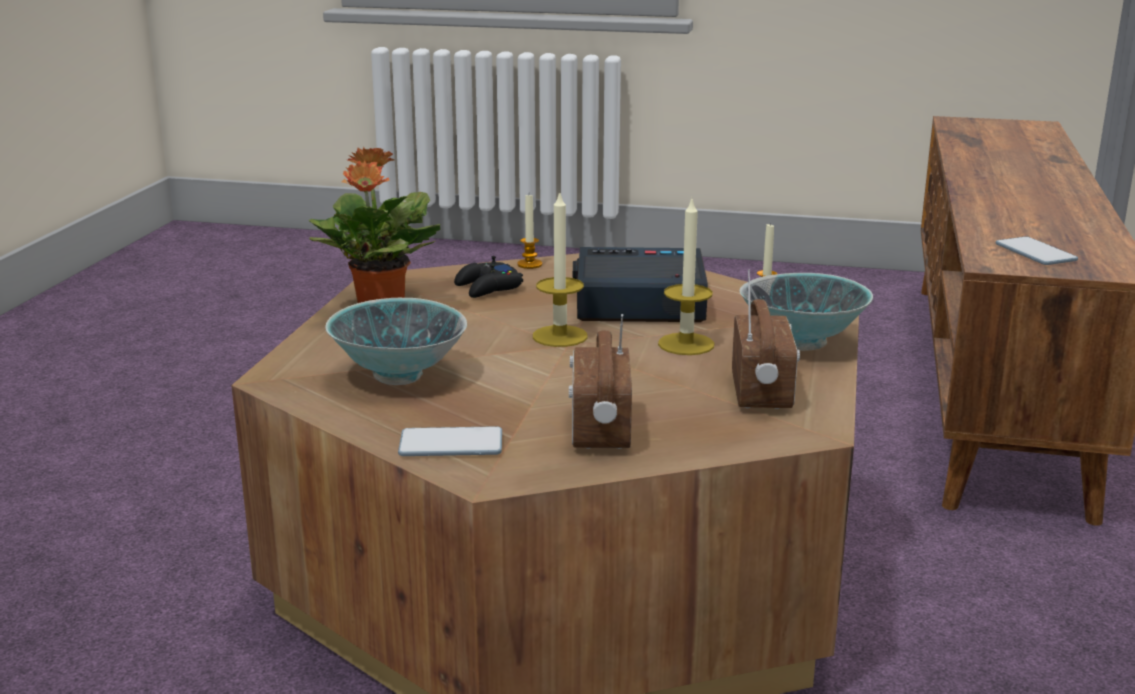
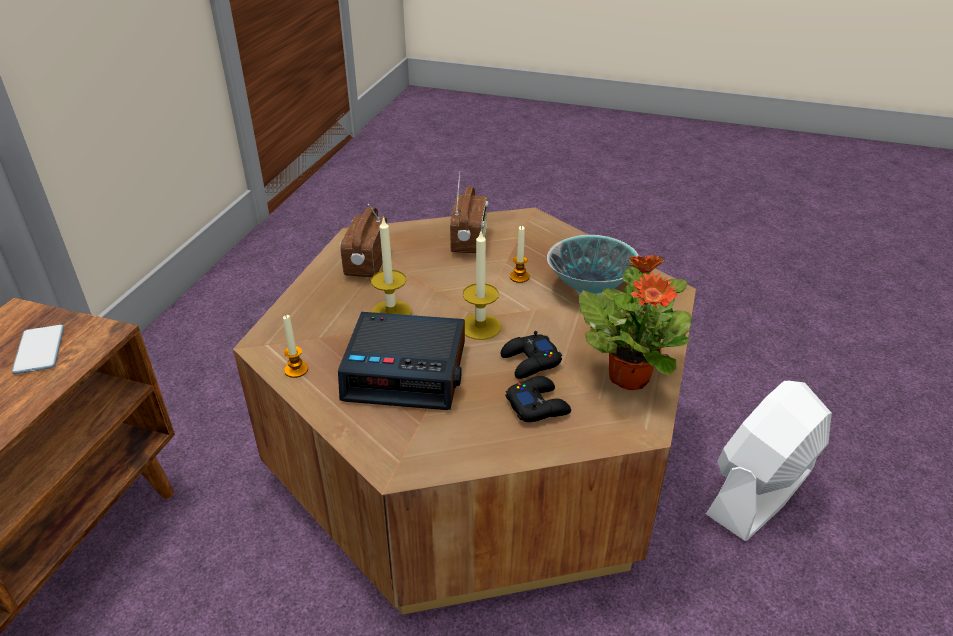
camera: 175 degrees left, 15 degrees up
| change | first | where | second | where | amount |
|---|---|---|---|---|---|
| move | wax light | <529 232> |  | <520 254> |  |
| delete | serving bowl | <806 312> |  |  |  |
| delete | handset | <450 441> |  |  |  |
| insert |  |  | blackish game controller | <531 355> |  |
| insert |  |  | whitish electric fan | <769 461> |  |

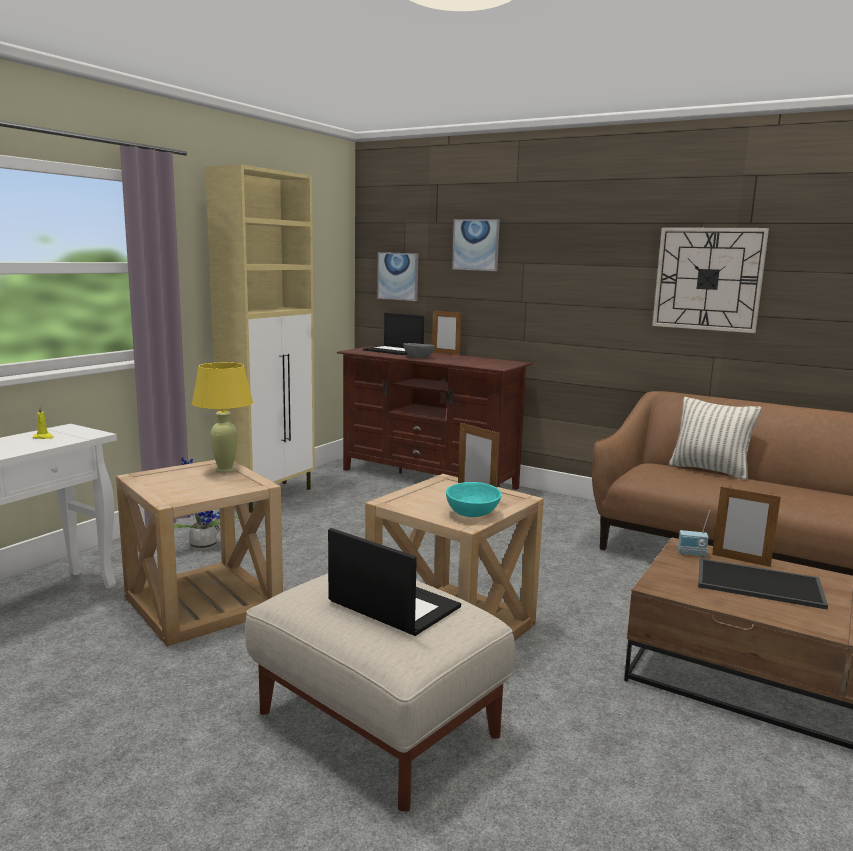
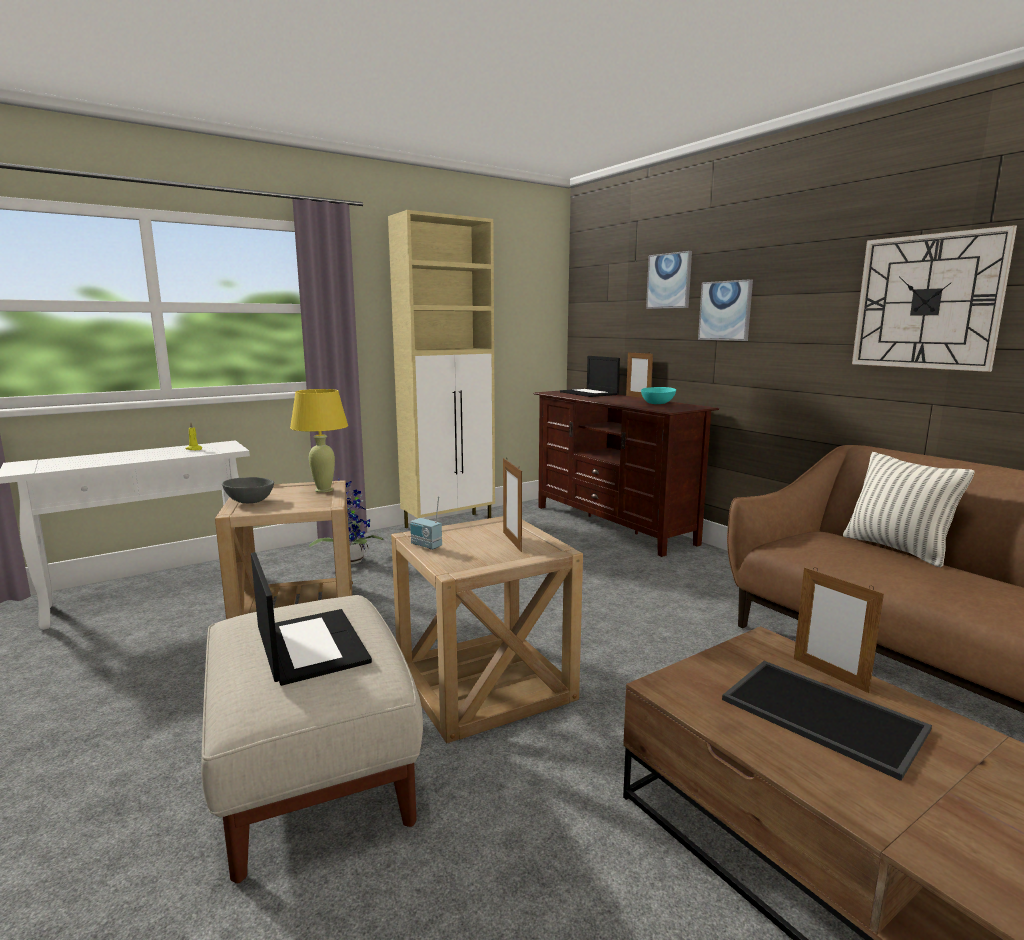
camera: 25 degrees right, 0 degrees up
| change | first | where | second | where | amount |
|---|---|---|---|---|---|
| move | wall picture | <397 276> |  | <725 310> |  |
| move | greyish serving bowl | <419 350> |  | <248 490> |  |
| move | turquoise-coloured serving bowl | <474 499> |  | <658 395> |  |
| move | radio receiver | <694 533> |  | <426 523> |  |

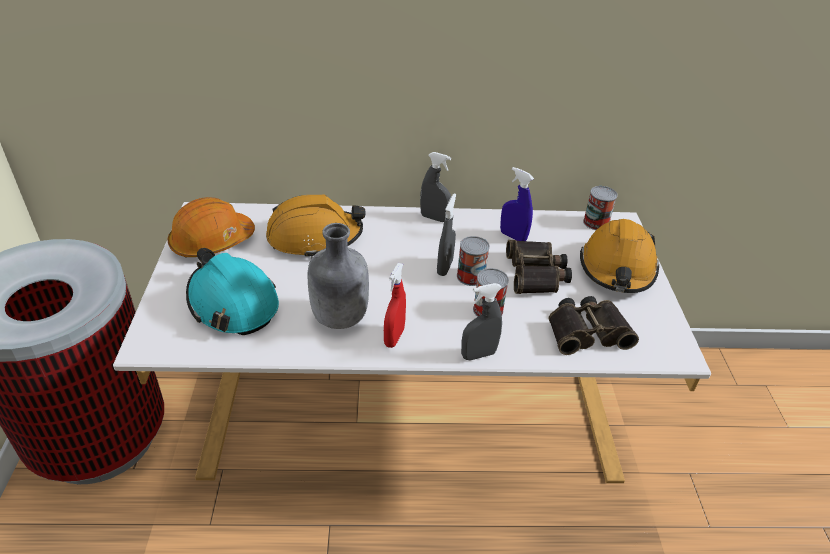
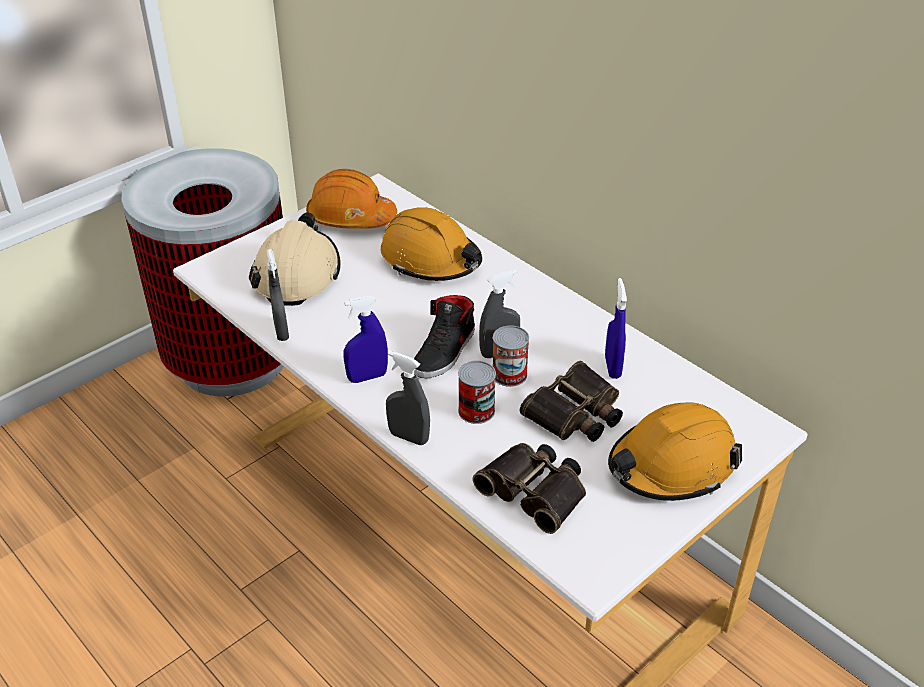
camera: 50 degrees right, 0 degrees up
| change | first | where | second | where | amount |
|---|---|---|---|---|---|
| move | greyish spray bottle | <435 187> |  | <278 295> |  |
| delete | sealed can | <600 208> |  |  |  |
| delete | greyish drink bottle | <338 276> |  |  |  |
| recolor | turquoise-coloured hard hat | <232 291> | beige hard hat | <295 259> |  |
| recolor | reddish spray bottle | <395 305> | bluish spray bottle | <365 339> |  |
| insert |  |  | blackish item of footwear | <444 336> |  |

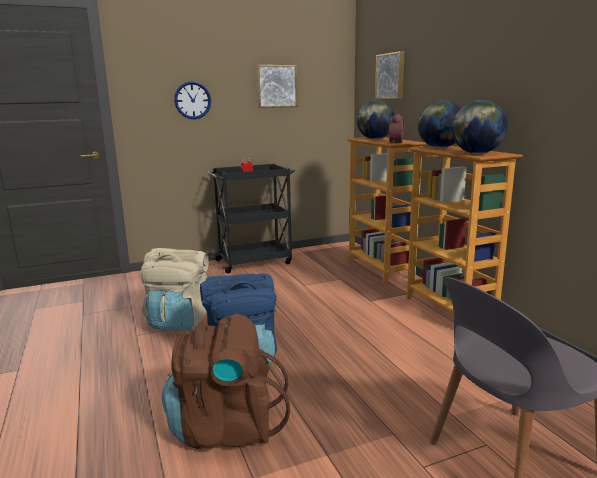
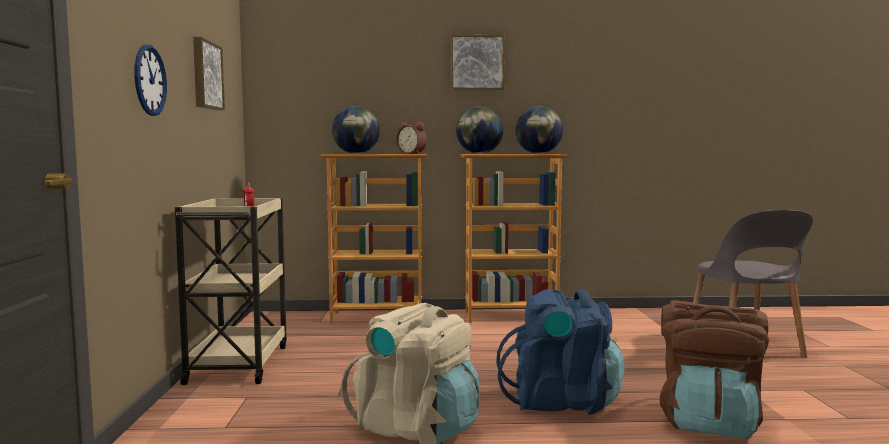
camera: 70 degrees left, 10 degrees down
| change | first | where | second | where | amount |
|---|---|---|---|---|---|
| move | wall picture | <390 75> |  | <478 62> |  |
| recolor | blackish trolley | <251 219> | beige trolley | <231 291> |  |

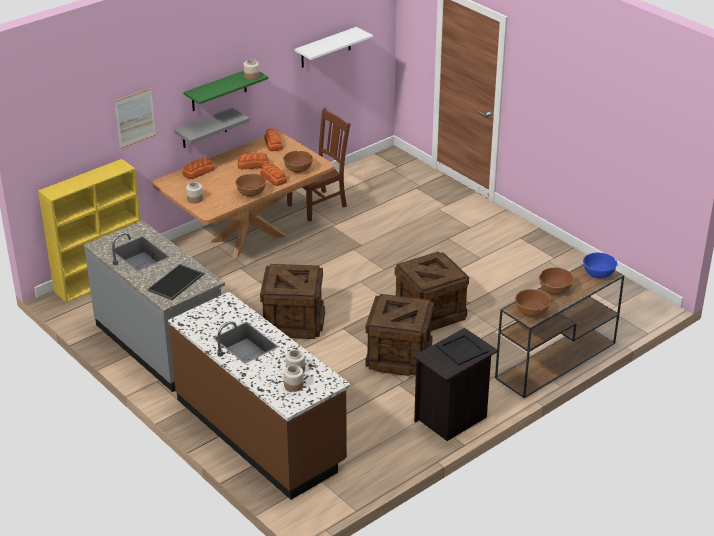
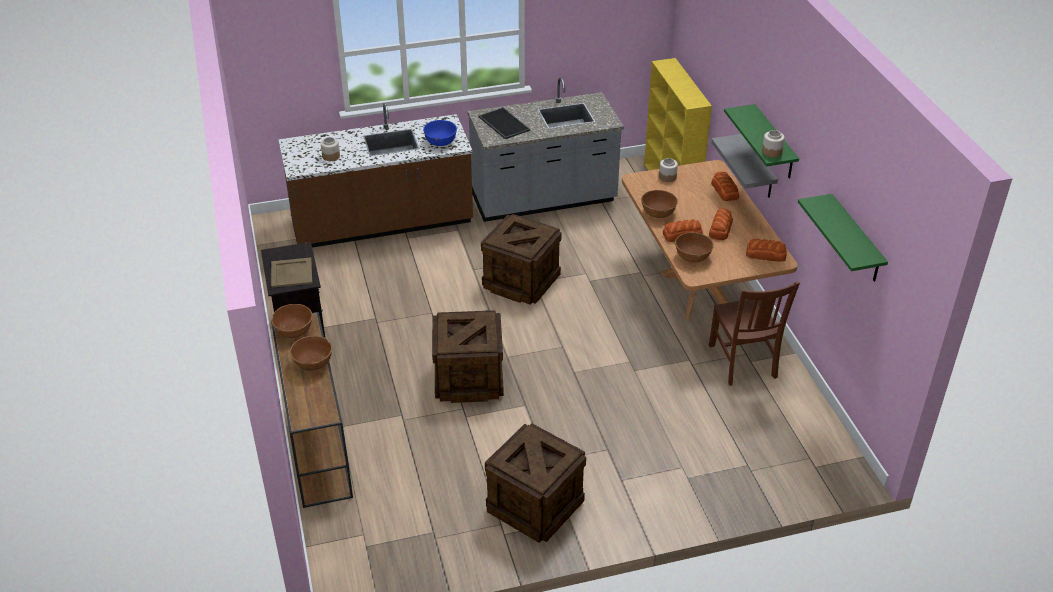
camera: 115 degrees right, 5 degrees up
| change | first | where | second | where | amount |
|---|---|---|---|---|---|
| recolor | whitish shelf | <333 47> | greenish shelf | <843 238> |  |
| delete | wall picture | <135 118> |  |  |  |
| move | bluish serving bowl | <600 265> |  | <440 133> |  |
| move | crate | <399 335> |  | <535 483> |  |
| recolor | blackish serving tray | <462 348> | beige serving tray | <291 272> |  |
| delete | jar | <294 378> |  |  |  |

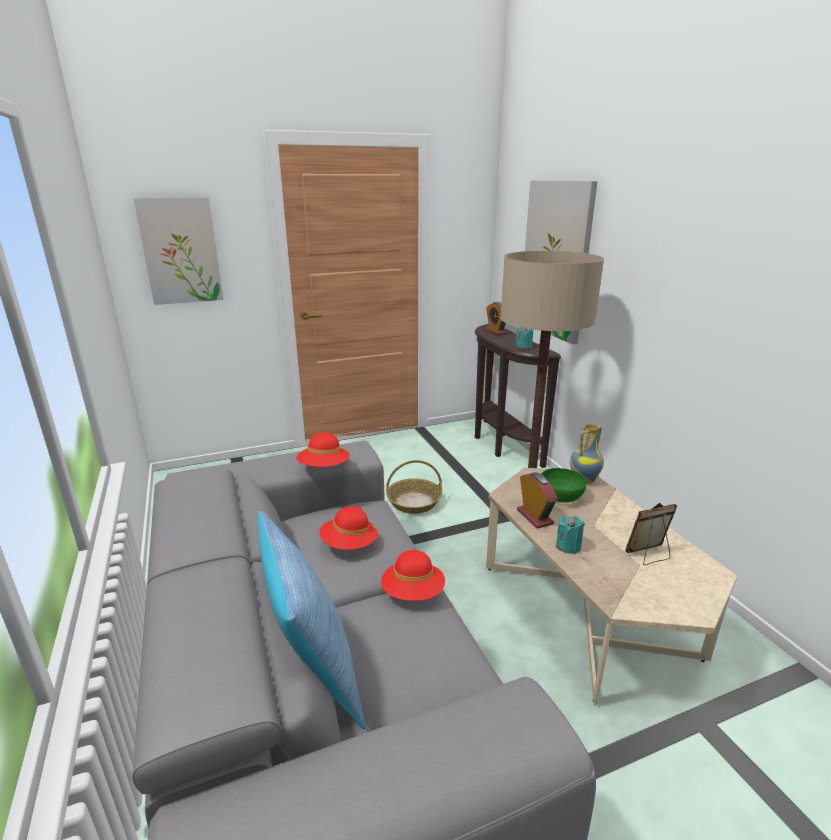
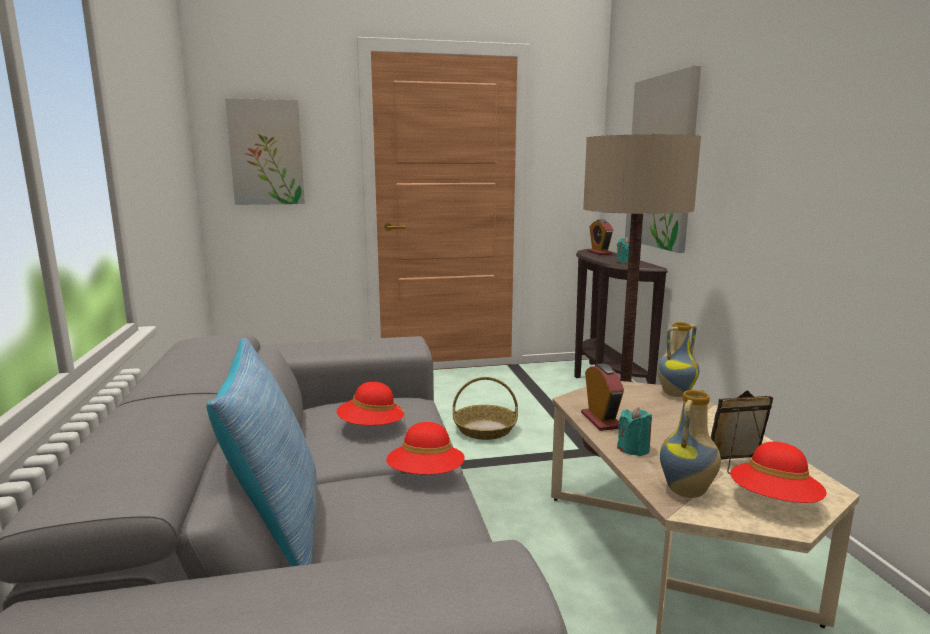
camera: 10 degrees right, 10 degrees down
| change | first | where | second | where | amount |
|---|---|---|---|---|---|
| move | reddish hat | <322 449> |  | <778 472> |  |
| delete | greenish serving bowl | <564 485> |  |  |  |
| insert |  |  | flower vase | <690 443> |  |

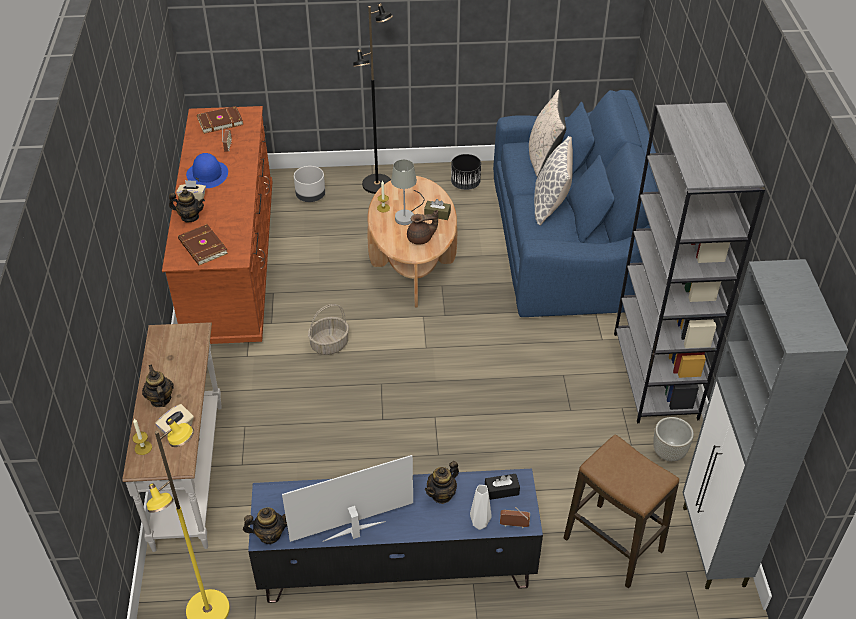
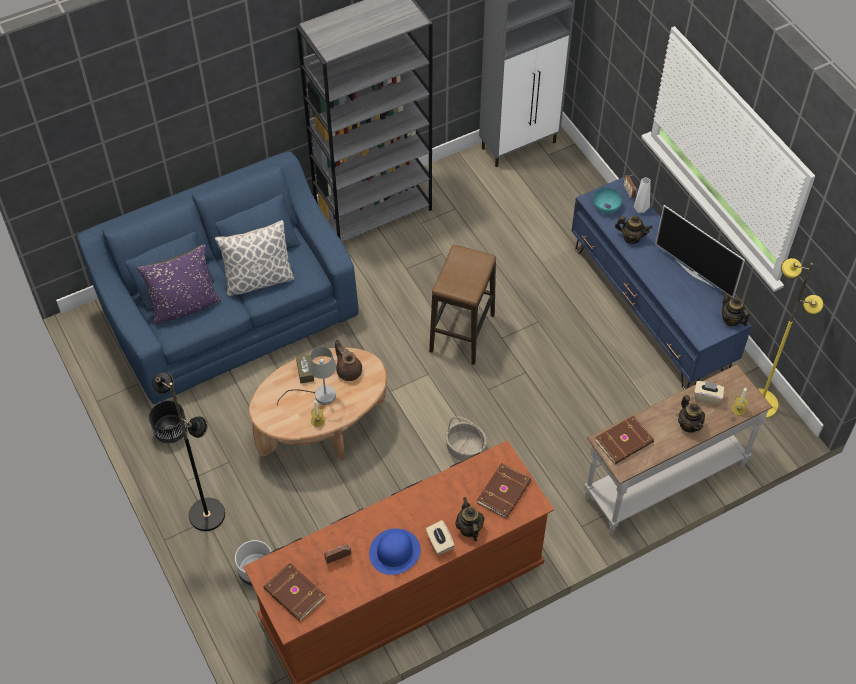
camera: 115 degrees left, 10 degrees up
| change | first | where | second | where | amount |
|---|---|---|---|---|---|
| recolor | beige pillow | <547 134> | purple-coloured pillow | <179 284> |  |
| rotate | teapot | <158 385> |  | <691 414> | 60 degrees counterclockwise |
| delete | greyish flower pot | <673 439> |  |  |  |
| move | sitting stool | <621 511> |  | <462 304> |  |
| replace | blackish tissue holder | <502 487> | turquoise-coloured serving bowl | <607 201> |  |
| insert |  |  | brownish book | <624 440> |  |

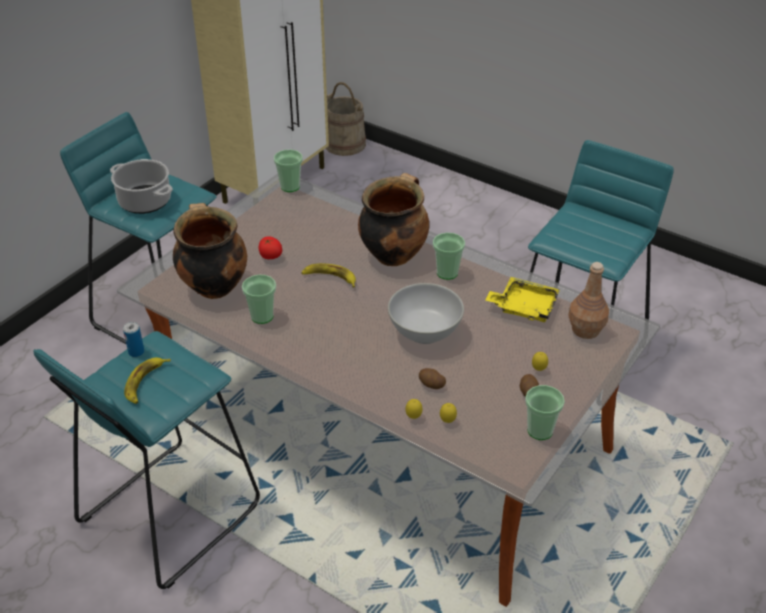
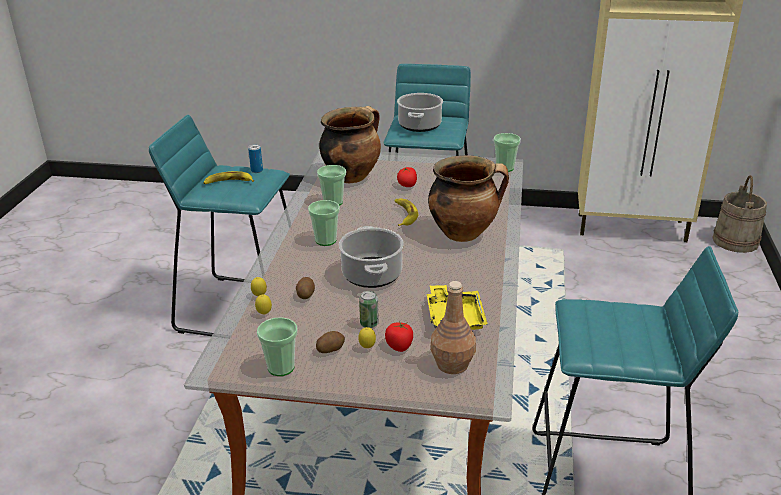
camera: 65 degrees right, 10 degrees down
| change | first | where | second | where | amount |
|---|---|---|---|---|---|
| move | small cup | <449 256> |  | <324 223> |  |
| replace | whitish serving bowl | <426 313> | saucepot | <371 257> |  |
| insert |  |  | sealed can | <369 309> |  |
| insert |  |  | whole tomato | <399 336> |  |

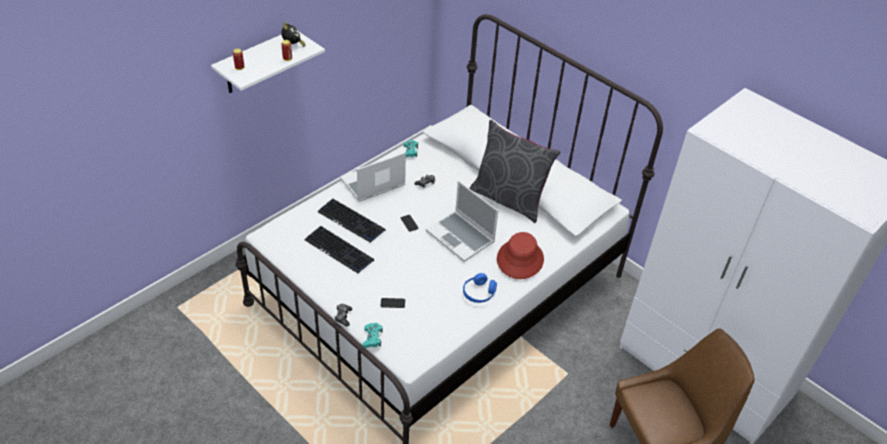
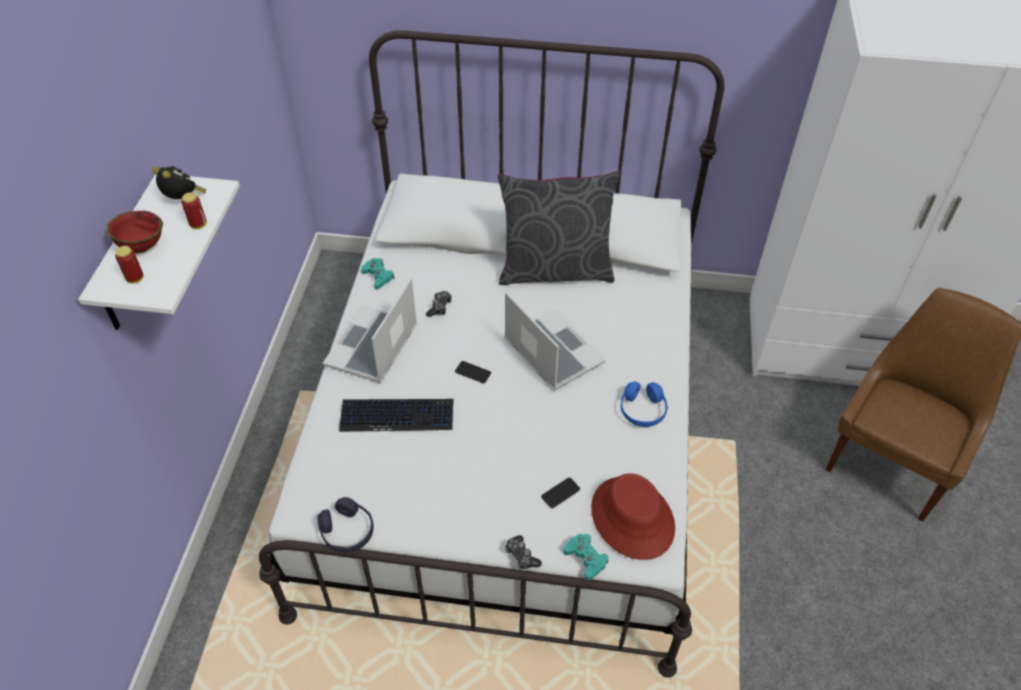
camera: 35 degrees left, 5 degrees up
| change | first | where | second | where | amount |
|---|---|---|---|---|---|
| rotate | laptop | <462 221> |  | <555 341> | 135 degrees counterclockwise |
| delete | computer keyboard | <339 249> |  |  |  |
| move | reddish hat | <520 255> |  | <633 516> |  |
| insert |  |  | reddish serving bowl | <134 232> |  |
| insert |  |  | purple-coloured headphones | <345 524> |  |

